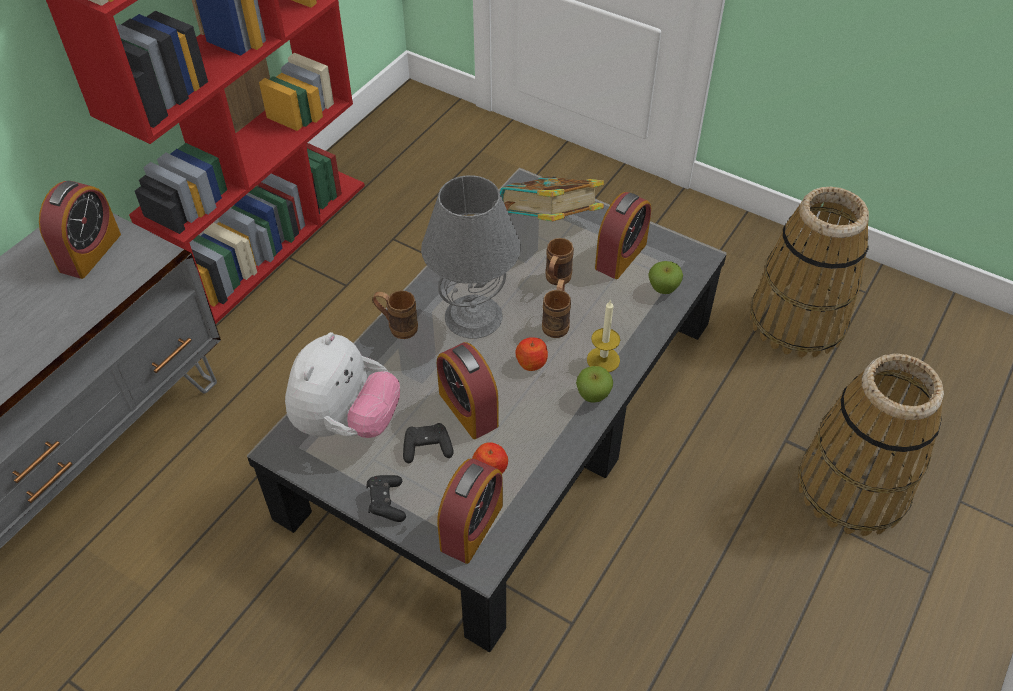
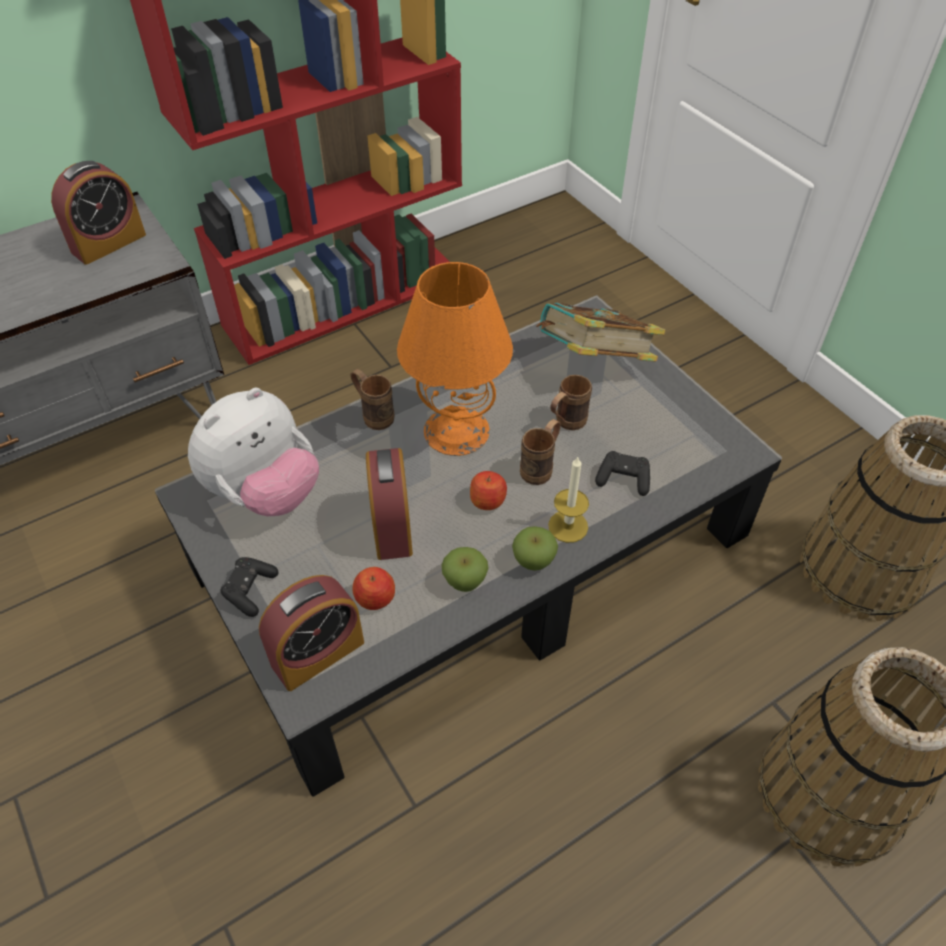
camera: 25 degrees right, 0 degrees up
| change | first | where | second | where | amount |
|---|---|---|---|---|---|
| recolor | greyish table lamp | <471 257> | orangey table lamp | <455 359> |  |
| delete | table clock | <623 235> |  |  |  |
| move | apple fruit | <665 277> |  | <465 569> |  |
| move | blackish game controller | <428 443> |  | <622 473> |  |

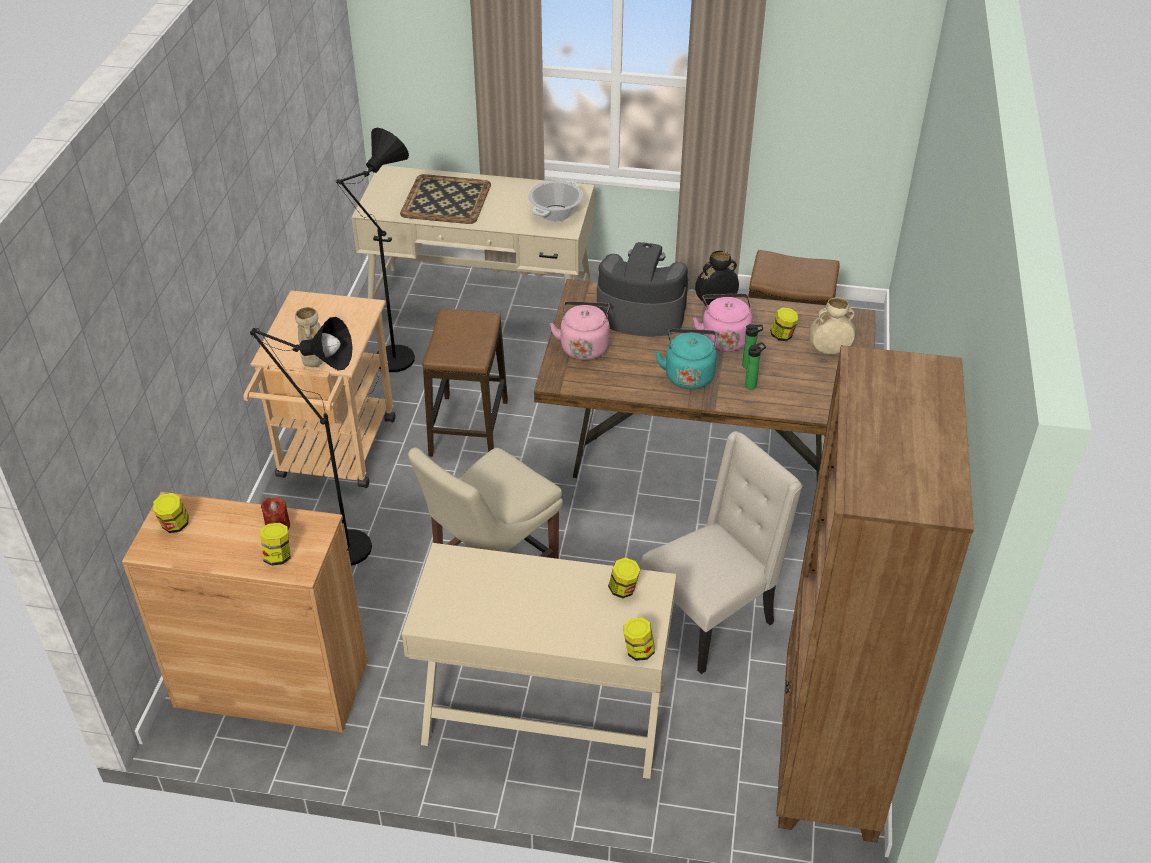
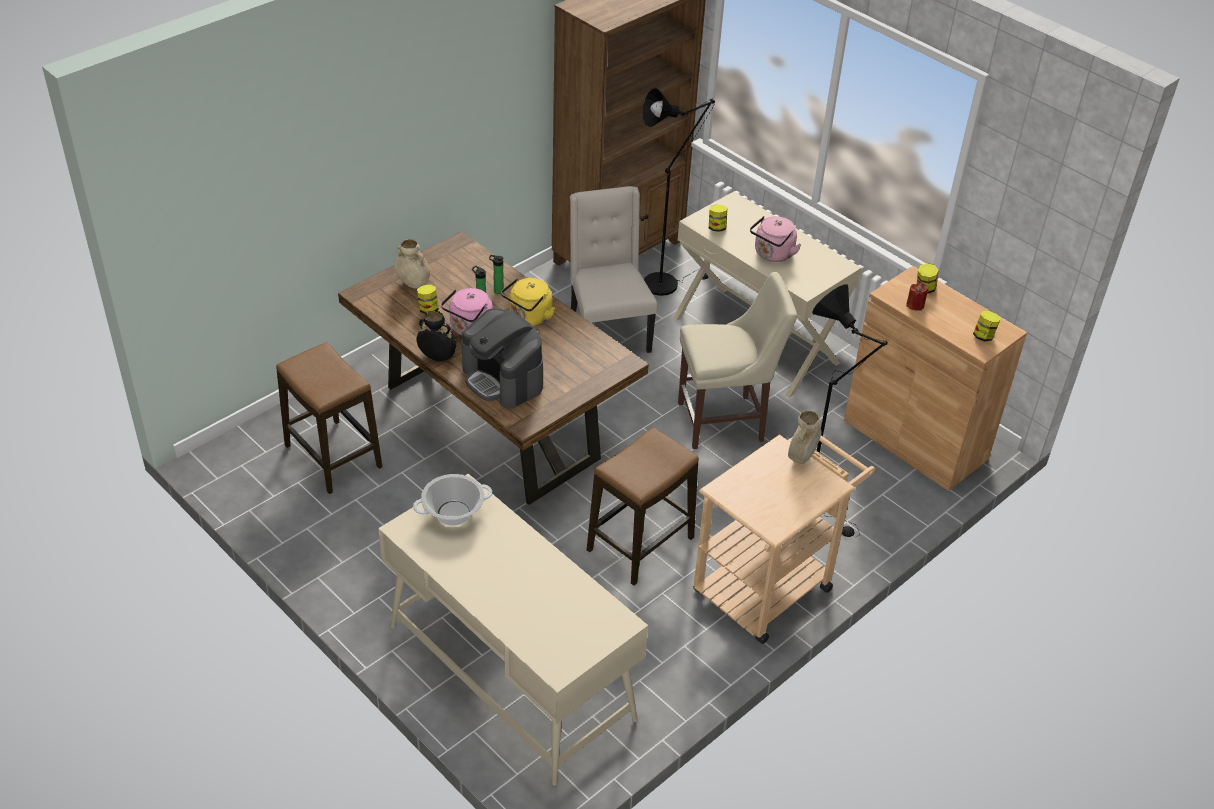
camera: 145 degrees left, 0 degrees up
| change | first | where | second | where | amount |
|---|---|---|---|---|---|
| move | blackish standard lamp | <375 261> |  | <679 192> |  |
| delete | serving tray | <445 199> |  |  |  |
| move | pink-coloured kettle | <580 330> |  | <775 239> |  |
| recolor | turquoise-coloured kettle | <686 359> | yellow-coloured kettle | <528 302> |  |
| rotate | beige chair | <721 552> |  | <613 269> | 75 degrees clockwise |
| delete | jar | <639 639> |  |  |  |

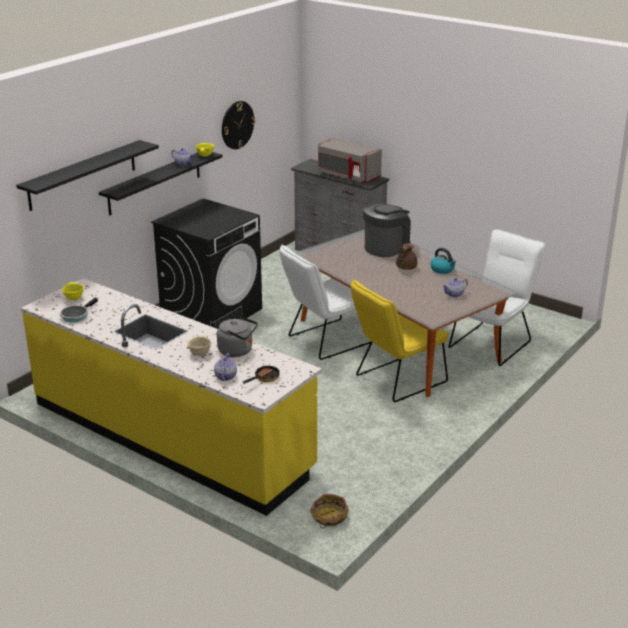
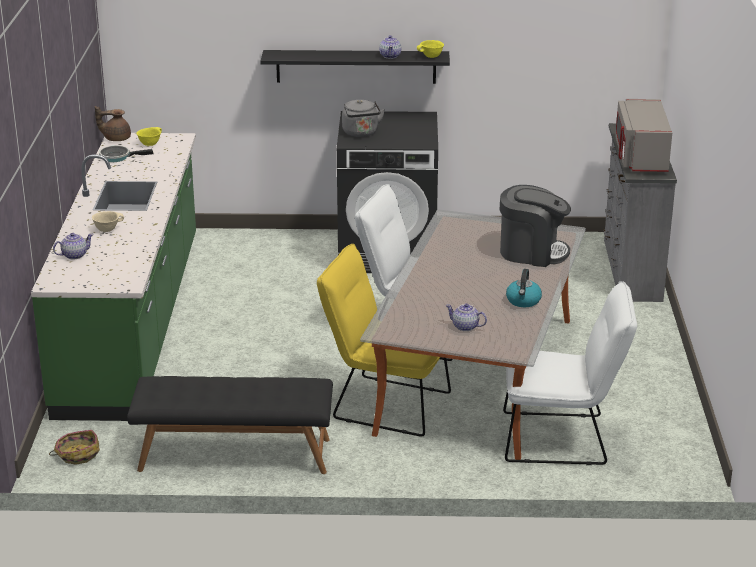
camera: 55 degrees right, 0 degrees up
| change | first | where | second | where | amount |
|---|---|---|---|---|---|
| delete | wall clock | <238 125> |  |  |  |
| delete | blackish shelf | <87 175> |  |  |  |
| move | brownish teapot | <406 256> |  | <113 123> |  |
| recolor | yellow-coloured kitchen base unit | <171 397> | greenish kitchen base unit | <113 277> |  |
| move | greyish kettle | <237 336> |  | <363 118> |  |
| delete | pan | <261 374> |  |  |  |
| insert |  |  | blackish bench | <230 425> |  |

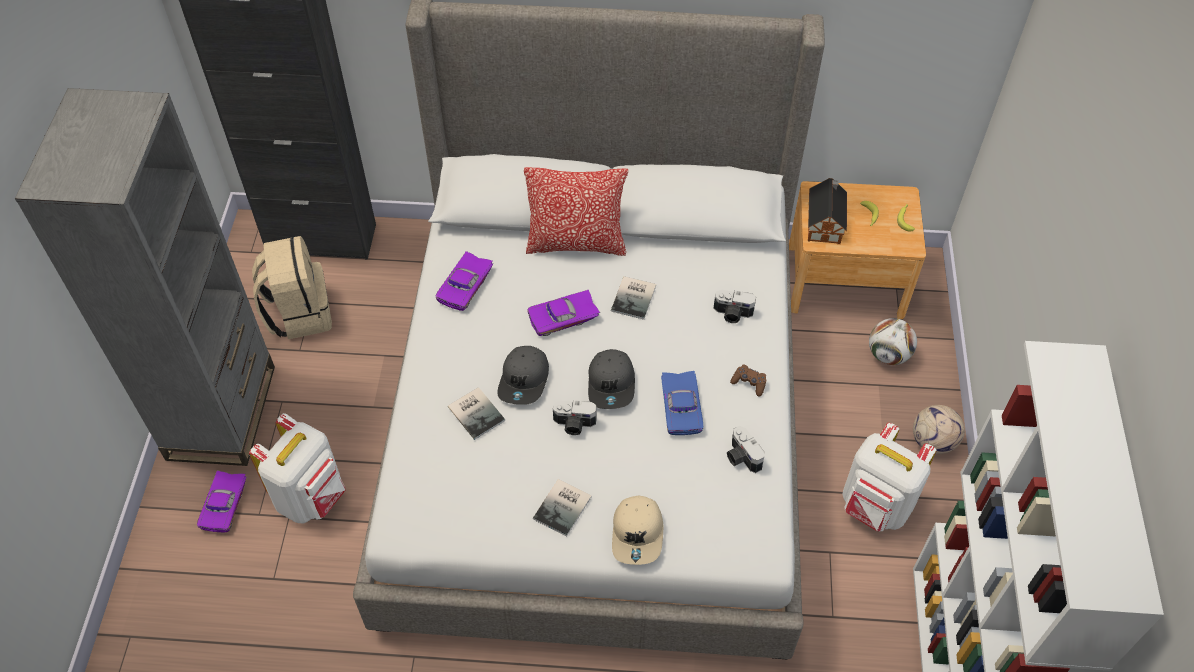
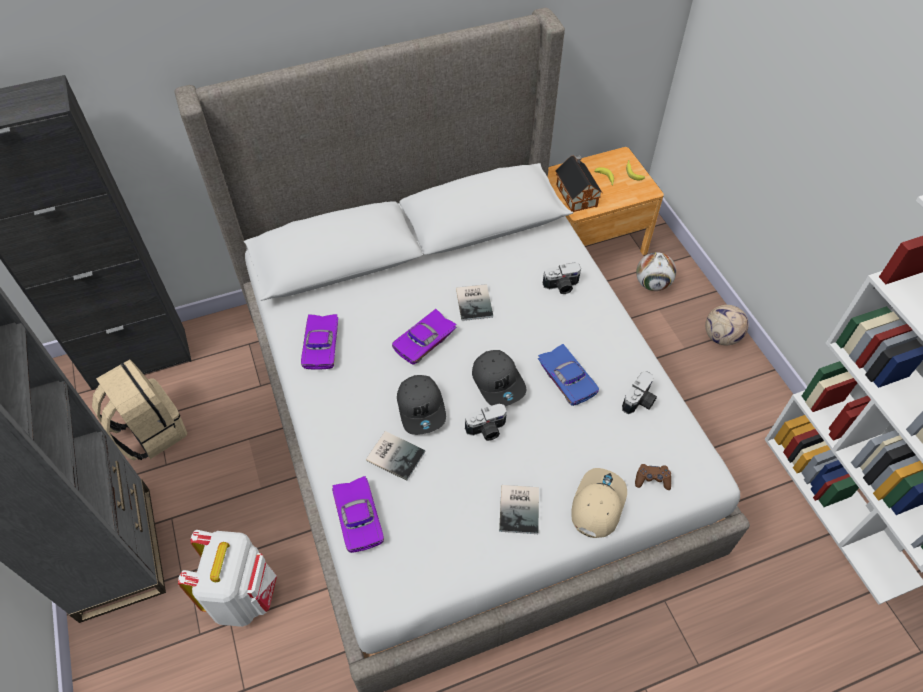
camera: 25 degrees left, 0 degrees up
| change | first | where | second | where | amount |
|---|---|---|---|---|---|
| delete | pillow | <576 211> |  |  |  |
| move | brownish game controller | <748 380> |  | <653 477> |  |
| delete | whitish rucksack | <890 477> |  |  |  |
| rotate | photo camera | <745 449> |  | <639 392> | 90 degrees counterclockwise |
| move | purple-coloured miniature car | <222 501> |  | <358 514> |  |
| rotate | beige cap | <637 530> |  | <599 503> | 135 degrees counterclockwise |

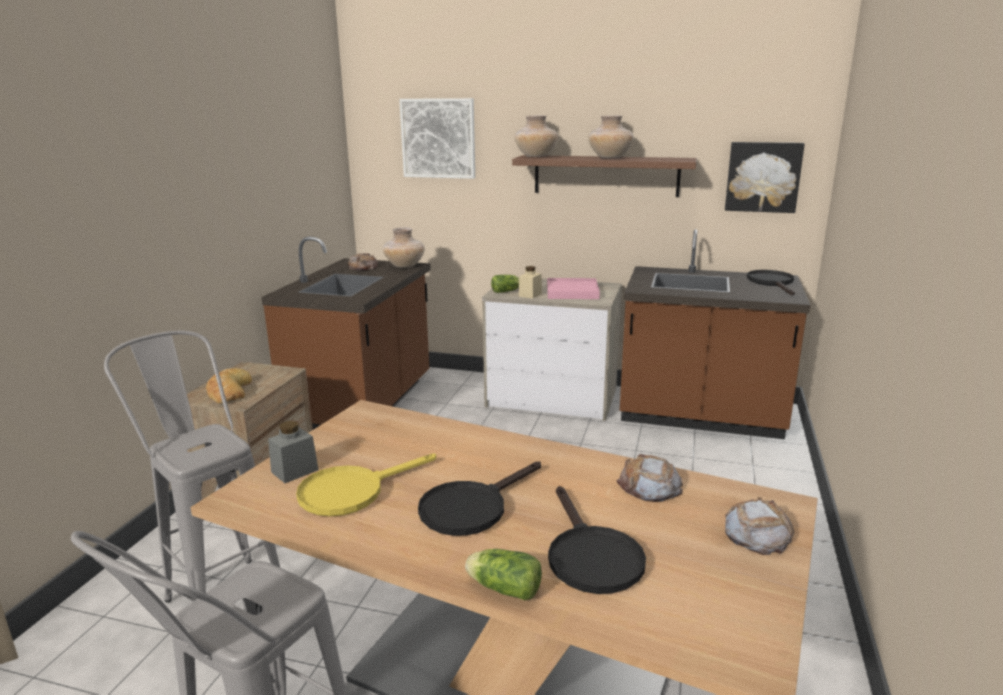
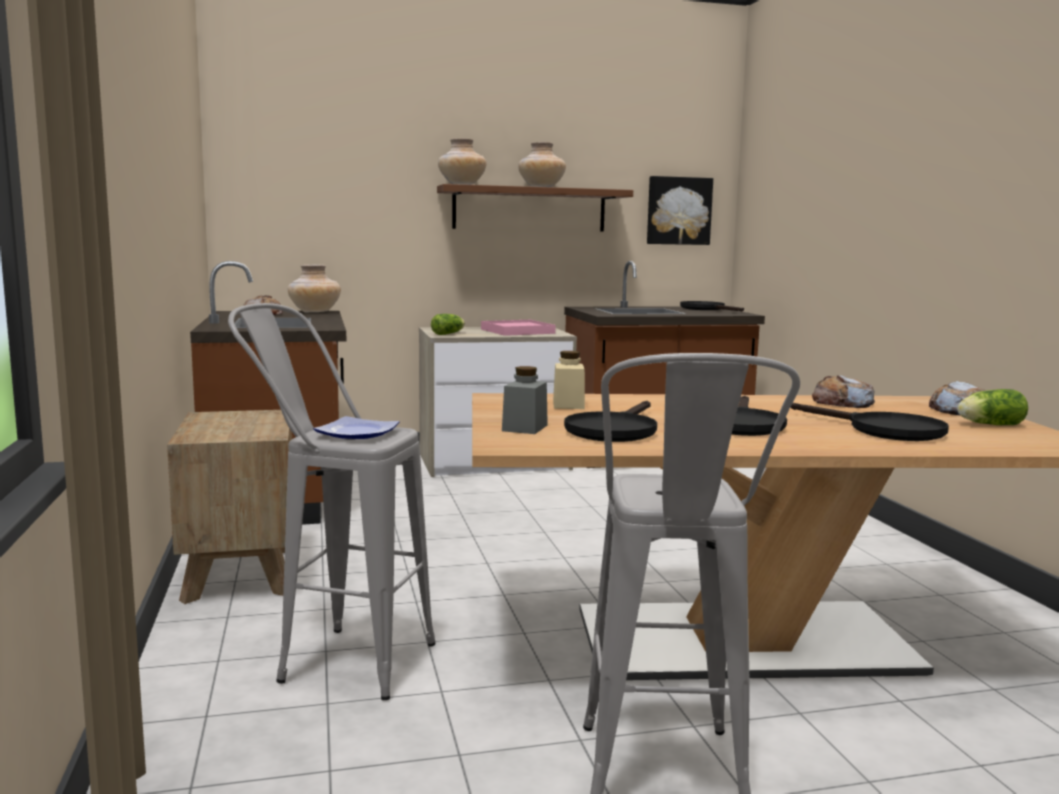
camera: 30 degrees left, 10 degrees down
| change | first | where | second | where | amount |
|---|---|---|---|---|---|
| delete | wall picture | <437 138> |  |  |  |
| move | beige jar | <530 282> |  | <569 380> |  |
| delete | baked bread | <229 385> |  |  |  |
| recolor | yellow-coloured pan | <366 485> | blackish pan | <610 421> |  |
| move | lettuce head | <503 574> |  | <992 407> |  |
| insert |  |  | plate | <356 427> |  |

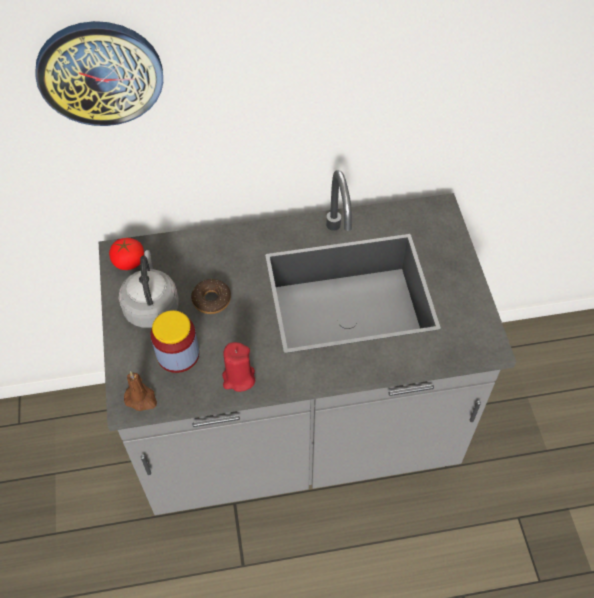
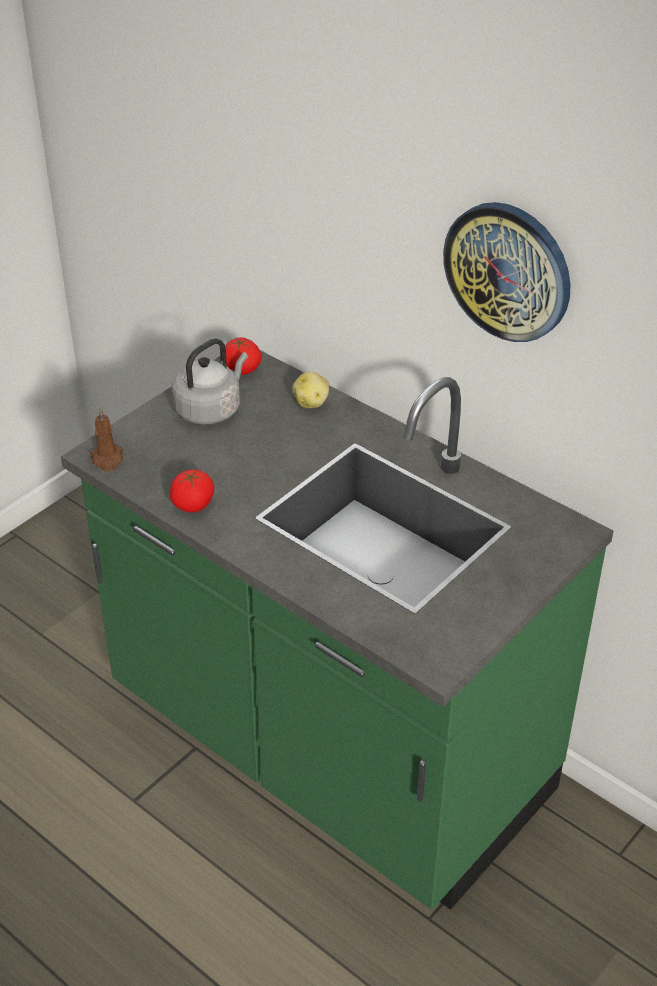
camera: 50 degrees right, 15 degrees down
| change | first | where | second | where | amount |
|---|---|---|---|---|---|
| move | wall clock | <99 73> |  | <507 272> |  |
| recolor | greyish kitchen base unit | <307 342> | greenish kitchen base unit | <337 630> |  |
| delete | donut | <211 296> |  |  |  |
| delete | jar | <174 341> |  |  |  |
| replace | reddish wax light | <238 367> | whole tomato | <192 490> |  |
| insert |  |  | whole potato | <310 390> |  |

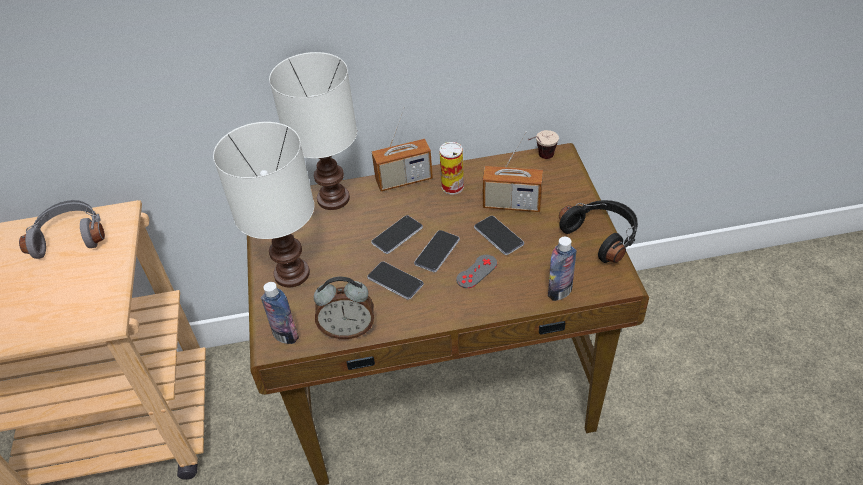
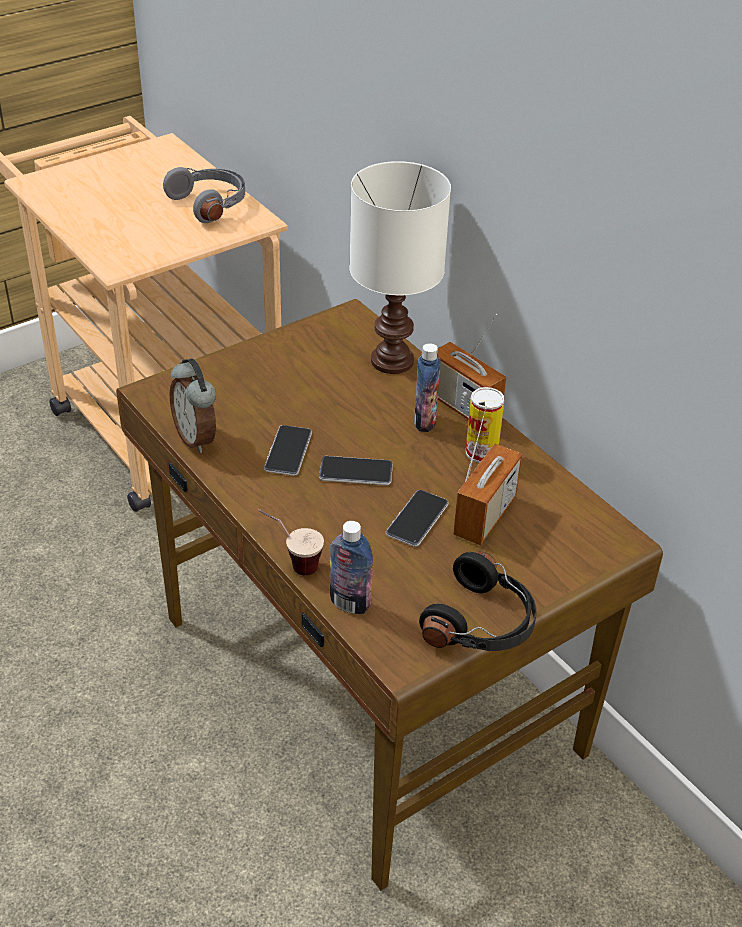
camera: 60 degrees right, 5 degrees down
| change | first | where | second | where | amount |
|---|---|---|---|---|---|
| delete | whitish table lamp | <263 204> |  |  |  |
| move | small cup | <543 144> |  | <291 542> |  |
| rotate | radio receiver | <512 171> |  | <487 475> | 135 degrees counterclockwise |
| delete | handset | <397 234> |  |  |  |
| delete | greyish game controller | <476 271> |  |  |  |
| move | drink bottle | <280 313> |  | <427 387> |  |

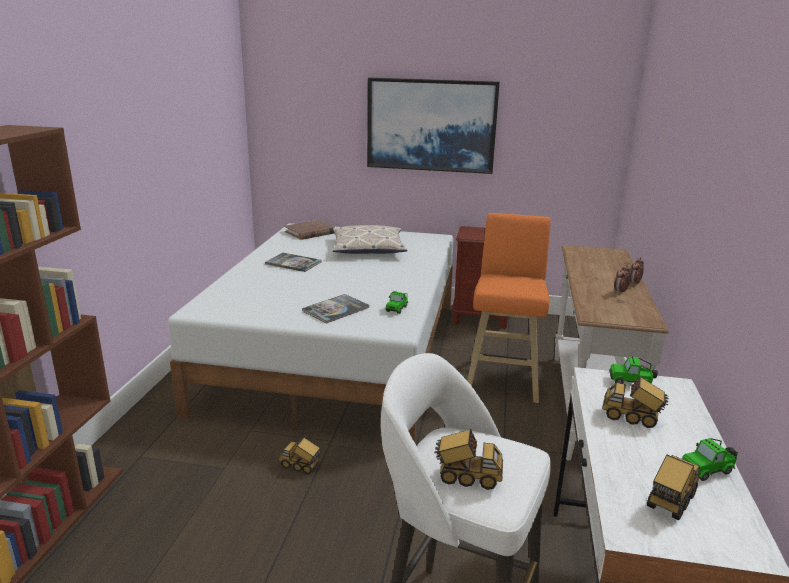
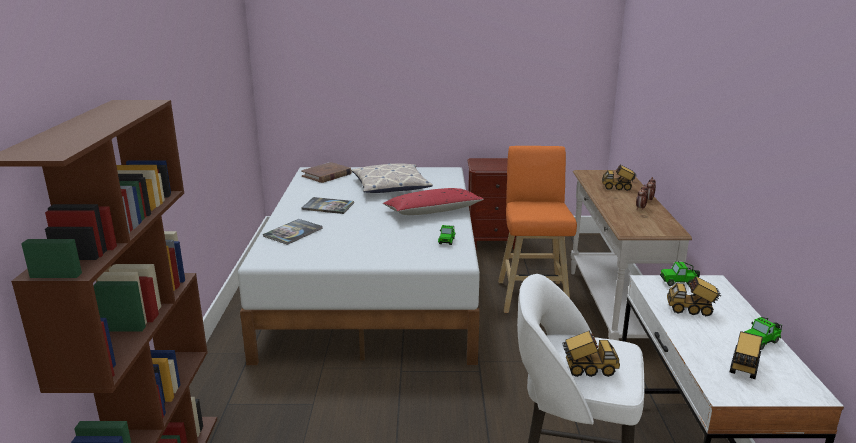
camera: 10 degrees left, 0 degrees up
| change | first | where | second | where | amount |
|---|---|---|---|---|---|
| delete | wall picture | <433 125> |  |  |  |
| move | book | <335 309> |  | <293 232> |  |
| move | model truck | <300 456> |  | <619 178> |  |
| insert |  |  | reddish pillow | <433 201> |  |

